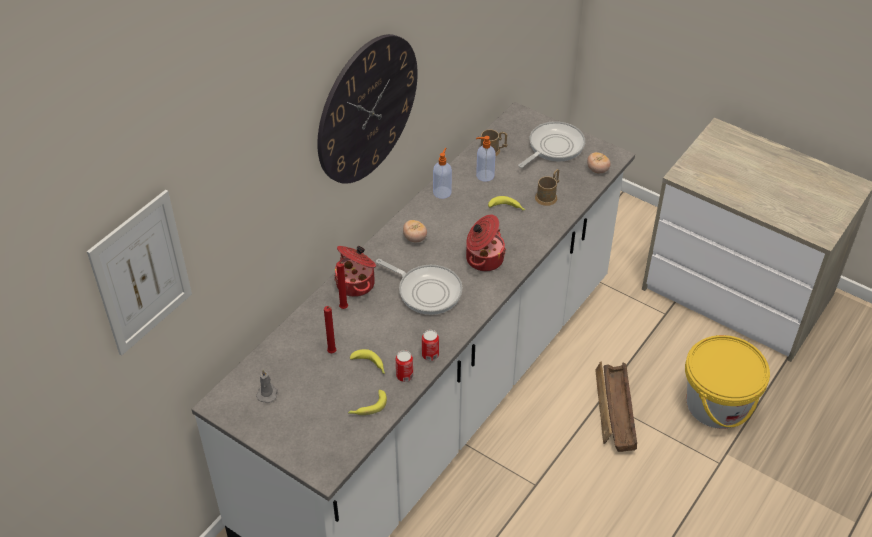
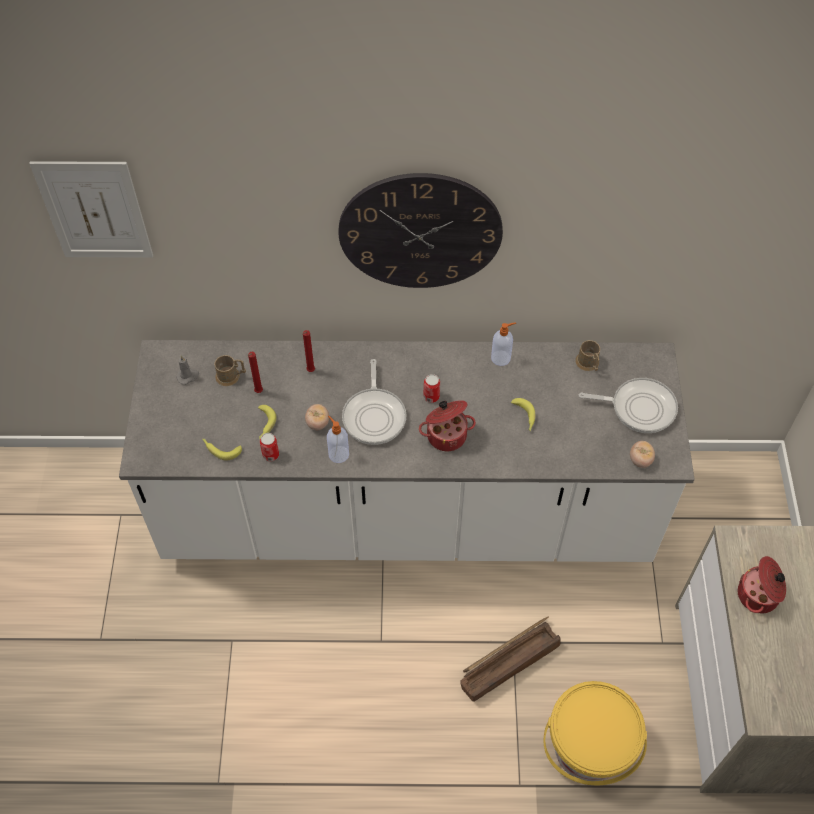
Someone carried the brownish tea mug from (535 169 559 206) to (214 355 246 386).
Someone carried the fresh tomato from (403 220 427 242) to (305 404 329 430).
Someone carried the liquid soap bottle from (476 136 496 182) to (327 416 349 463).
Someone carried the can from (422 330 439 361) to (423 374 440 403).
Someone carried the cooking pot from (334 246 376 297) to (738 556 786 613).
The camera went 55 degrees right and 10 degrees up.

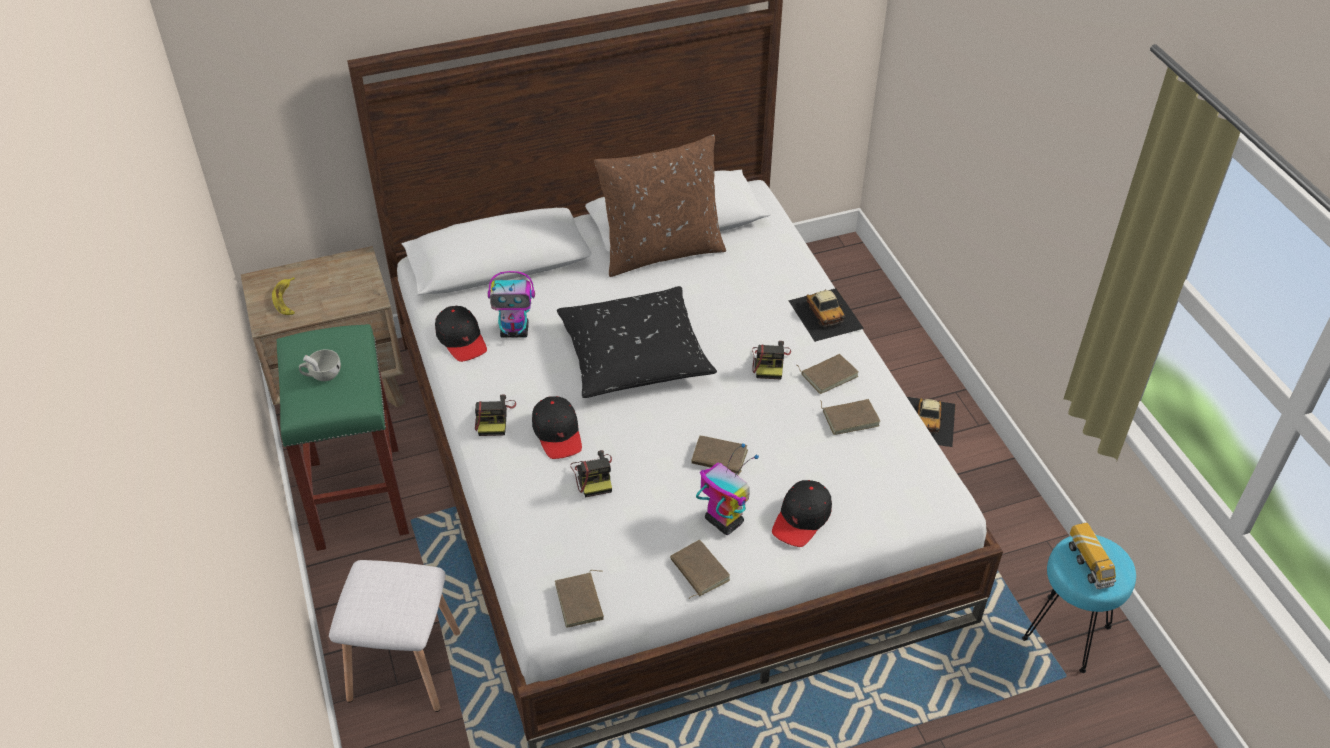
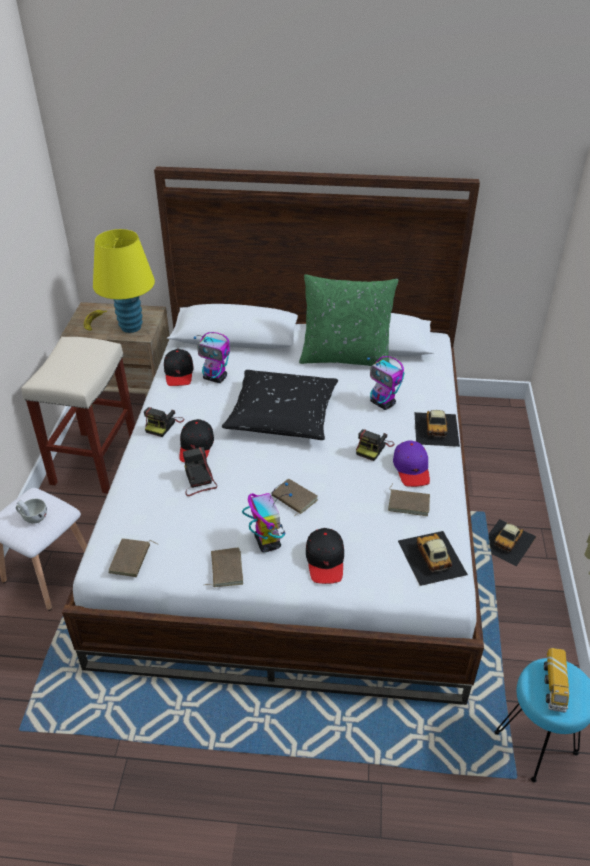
Someone carried the white-coloured drinking cup from (299 349 341 381) to (16 499 47 524).
Someone repainted the greenish stool seat at (276 324 409 551), which became the beige stool seat at (22 337 135 494).
Someone put down the yellowish lamp for a table at (93 229 155 333).
Someone rotated the still camera at (570 450 612 498) by 150 degrees clockwise.
Someone repainted the brownish pillow at (594 135 726 277), which became the greenish pillow at (299 274 398 366).
Someone rotated the black-coloured peaked cap at (772 480 832 547) by 60 degrees counterclockwise.
Someone put down the toy robot at (367 356 404 410).
Someone swapped the brownish volume at (797 354 859 394) for the purplish peaked cap at (393 440 430 487).
Someone put down the model car at (398 531 468 586).
The camera went 25 degrees right and 5 degrees down.

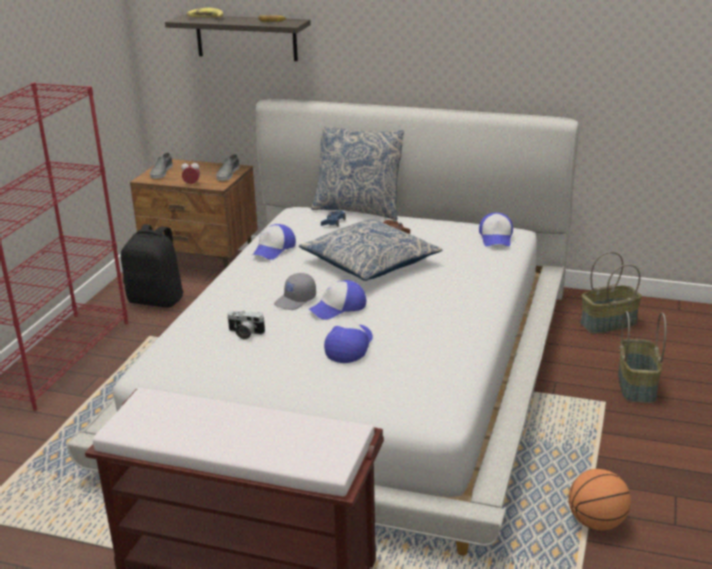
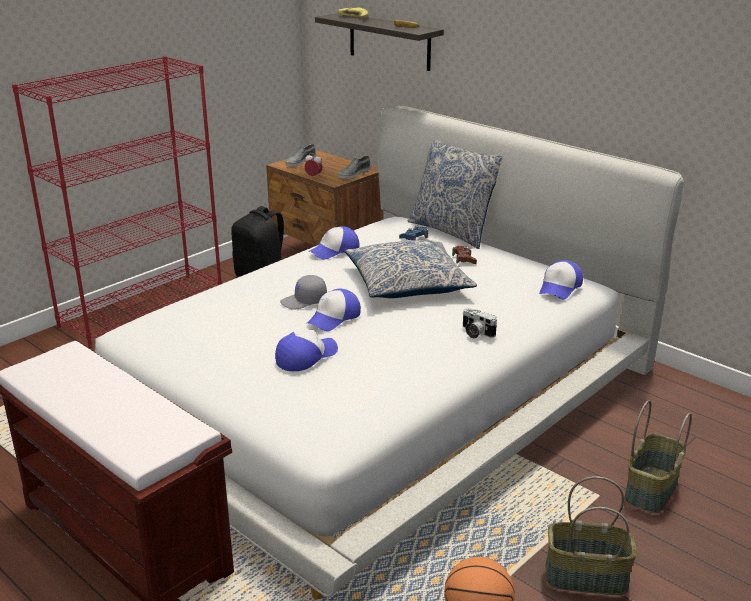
Someone rotated the peaked cap at (308 280 366 320) by 45 degrees counterclockwise.
Someone carried the still camera from (227 311 265 339) to (463 308 497 338).
Someone carried the basket from (580 252 642 334) to (545 476 637 595).
The camera went 25 degrees right and 0 degrees up.

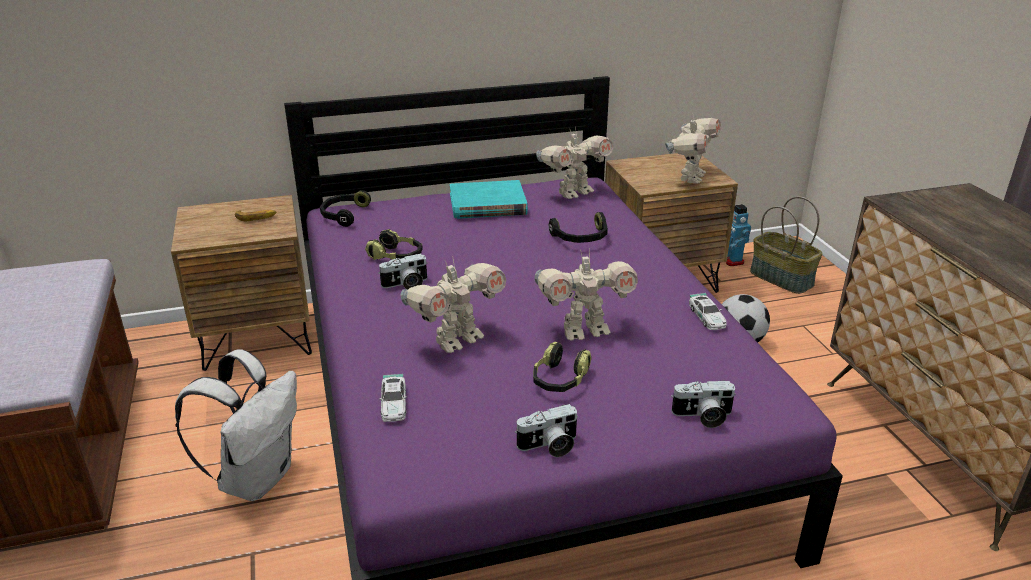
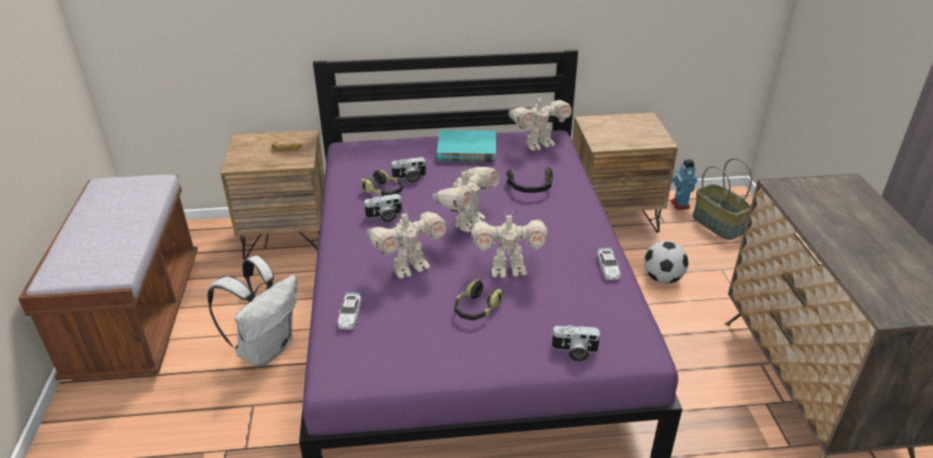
Someone carried the still camera from (515 404 578 457) to (391 157 427 183).
Someone carried the toy robot from (665 115 721 184) to (433 165 500 232).
Someone took away the black-coloured pair of headphones at (320 190 371 227).
The camera went 10 degrees right and 5 degrees up.

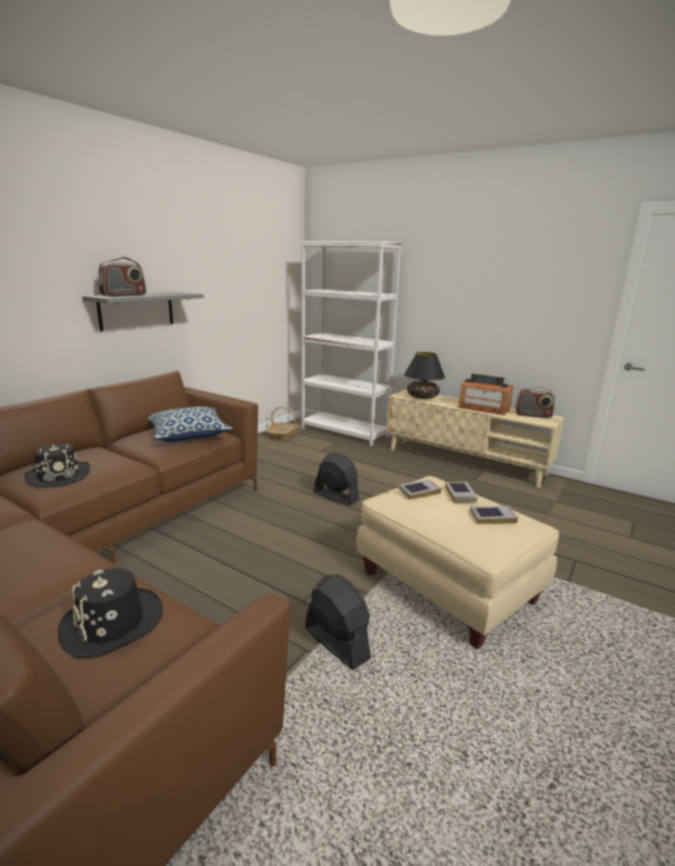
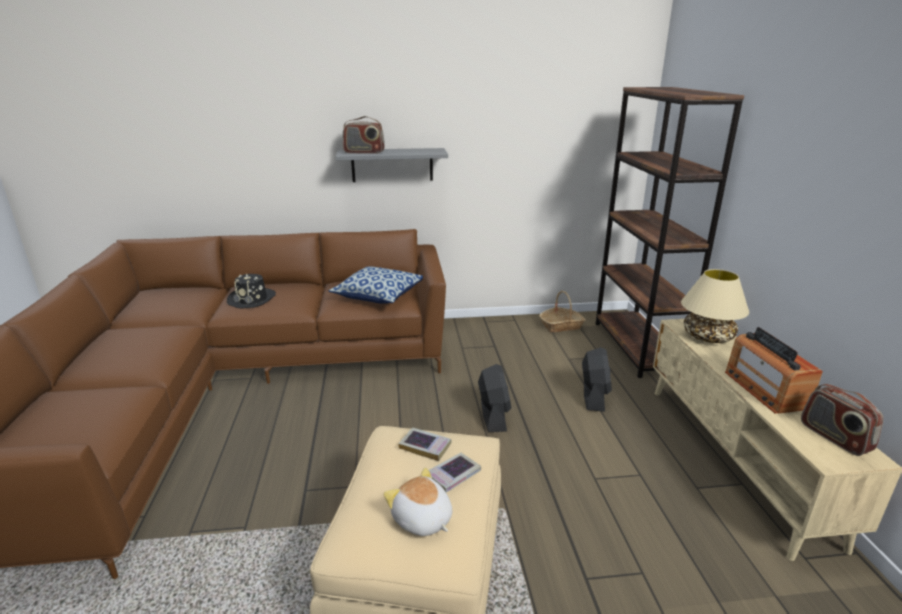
Someone swapped the volume at (470 506 518 524) for the cuddly toy at (383 468 452 536).
Someone carried the black-coloured electric fan from (305 574 371 671) to (582 347 612 412).
Someone repainted the white-coloured shelving unit at (301 241 402 446), which became the brownish shelving unit at (596 87 744 378).
Someone repainted the black-coloured lamp for a table at (404 352 445 399), which became the beige lamp for a table at (681 269 749 343).
Someone took away the black-coloured wearable hat at (58 568 163 659).
The camera went 50 degrees right and 5 degrees up.

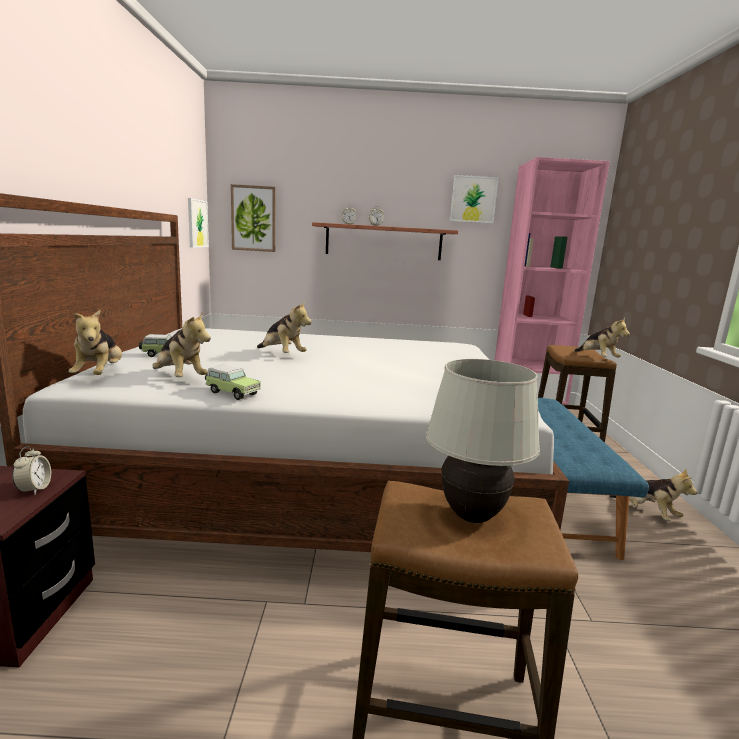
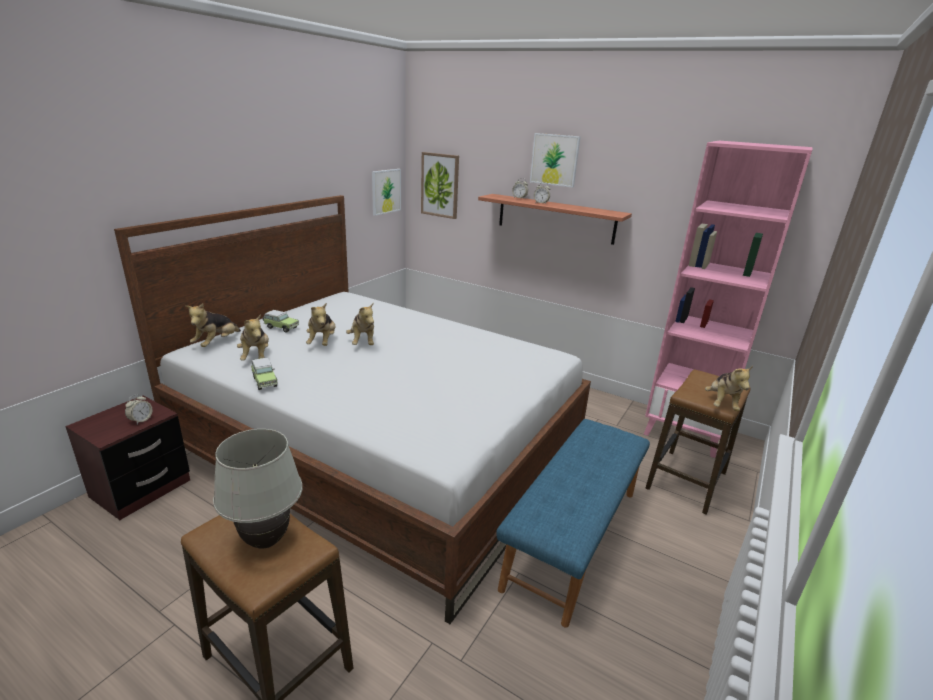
Someone carried the cuddly toy from (609 469 697 521) to (306 302 335 346).
Someone carried the picture from (450 175 499 223) to (530 133 581 188).
The camera went 30 degrees right and 10 degrees up.

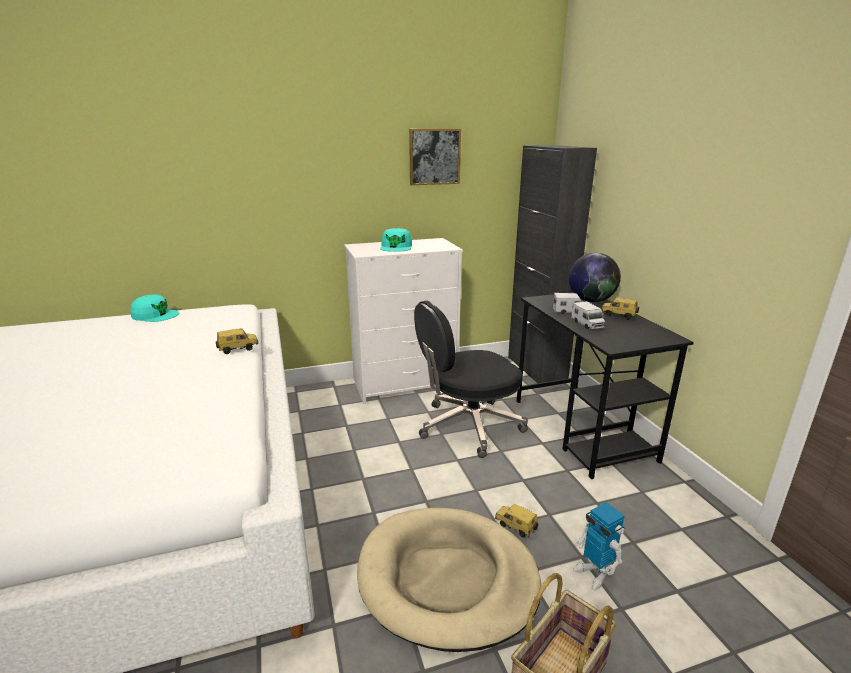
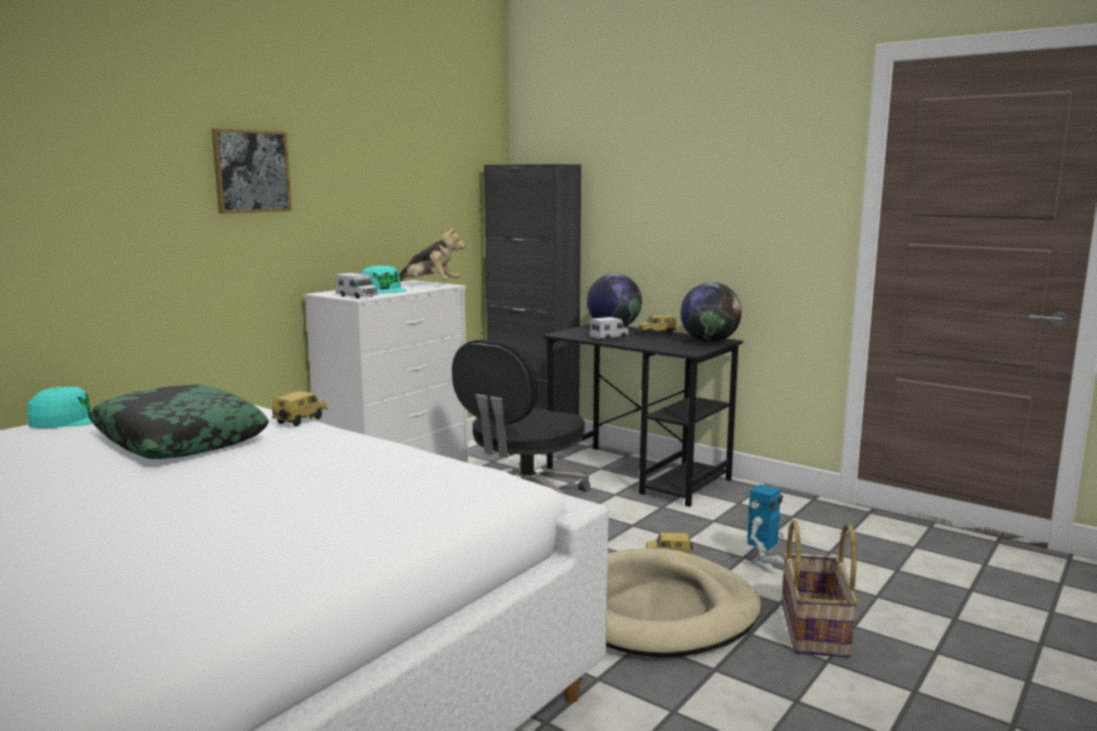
Someone put down the pillow at (89 384 269 459).
Someone carried the picture from (409 129 461 185) to (212 128 292 214).
Someone carried the toy truck from (571 301 605 329) to (335 273 377 299).
Someone put down the cuddly toy at (399 226 466 282).
Someone put down the globe at (680 282 742 343).
Someone rotated the toy robot at (573 502 625 590) by 75 degrees counterclockwise.
The camera went 35 degrees left and 10 degrees down.

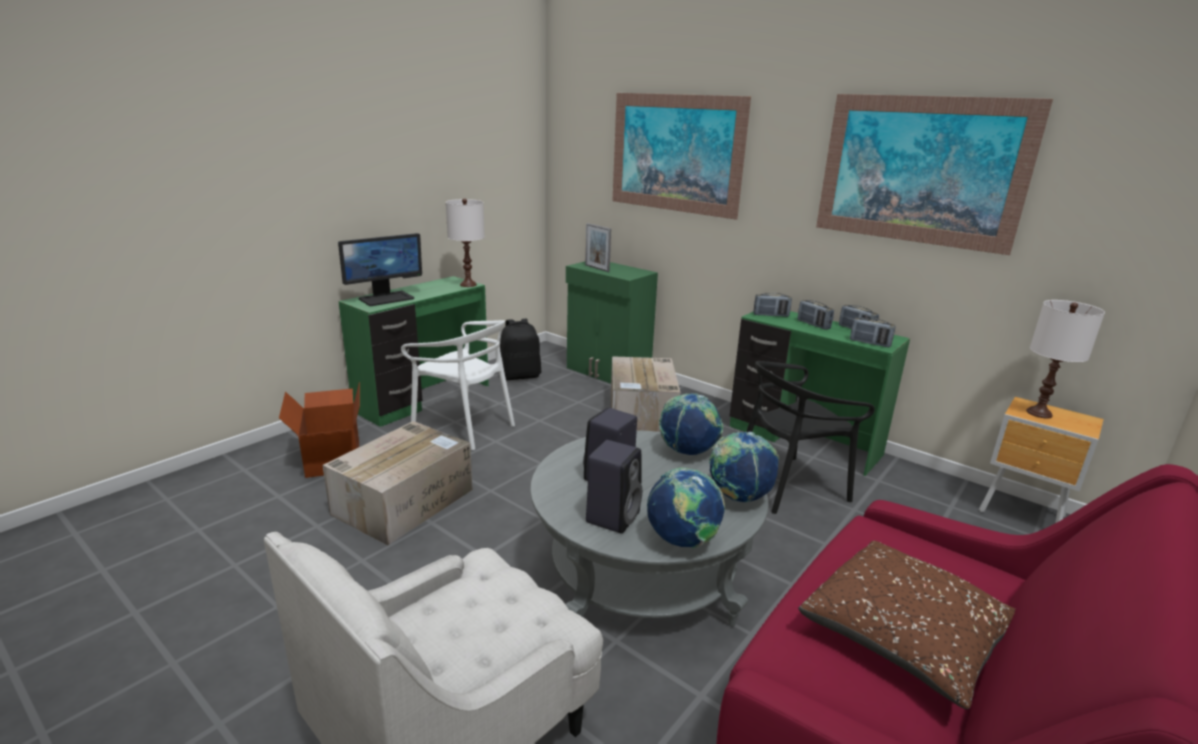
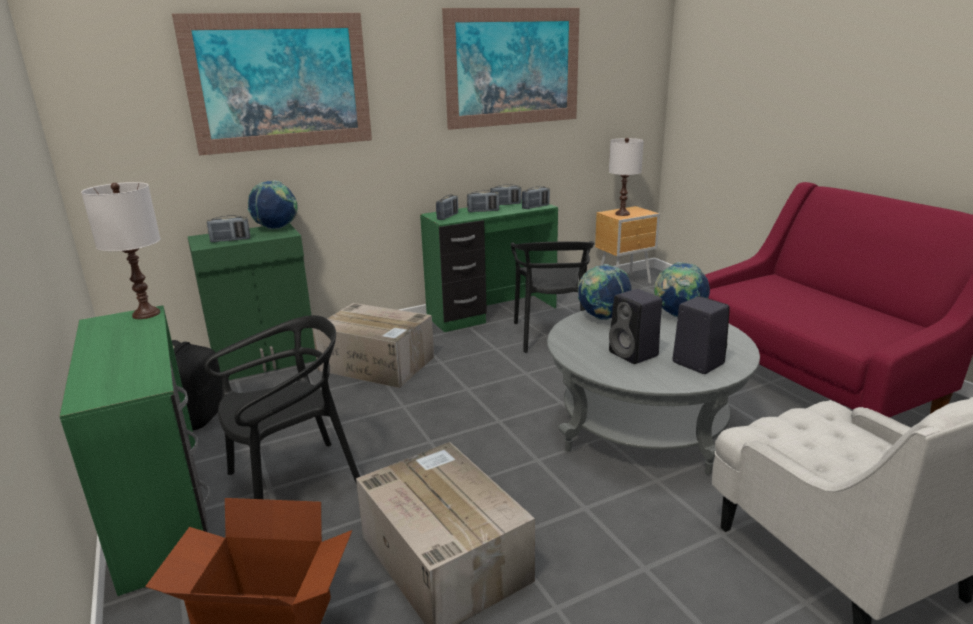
Someone repainted the white-coloured plain chair at (401 320 515 450), which became the black-coloured plain chair at (204 315 360 499).
Someone swapped the standing frame at (585 223 611 272) for the radio receiver at (207 215 250 242).
Someone carried the globe from (647 468 725 548) to (247 181 298 229).
Someone took away the computer screen at (338 233 422 306).
Someone took away the brownish pillow at (798 541 1015 709).
The camera went 65 degrees left and 0 degrees up.

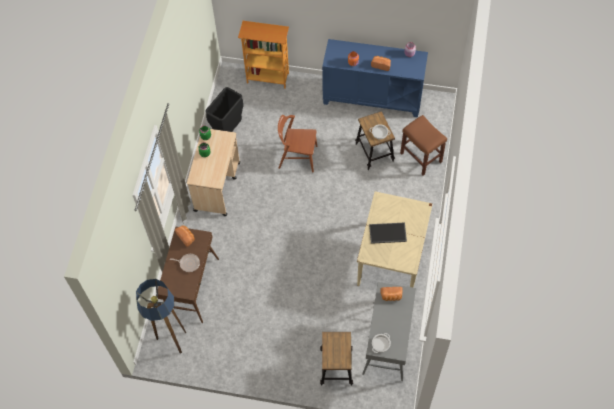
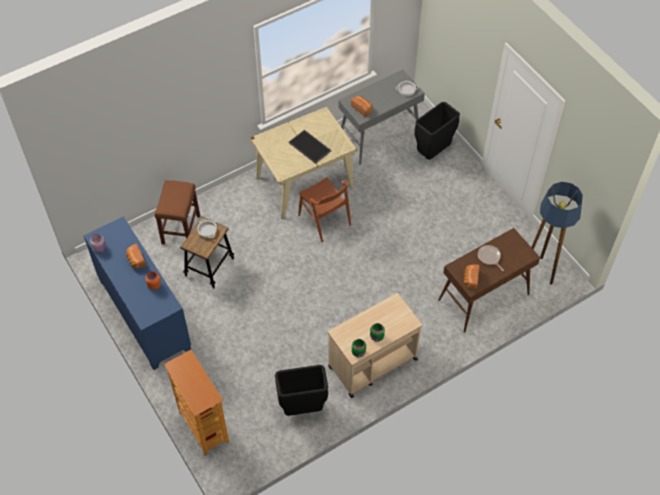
Someone carried the brownish plain chair from (278 115 317 172) to (298 177 351 242).
Someone swapped the stool seat at (320 332 353 386) for the black-coloured rubbish bin at (414 102 460 160).
The camera went 135 degrees left and 5 degrees down.

